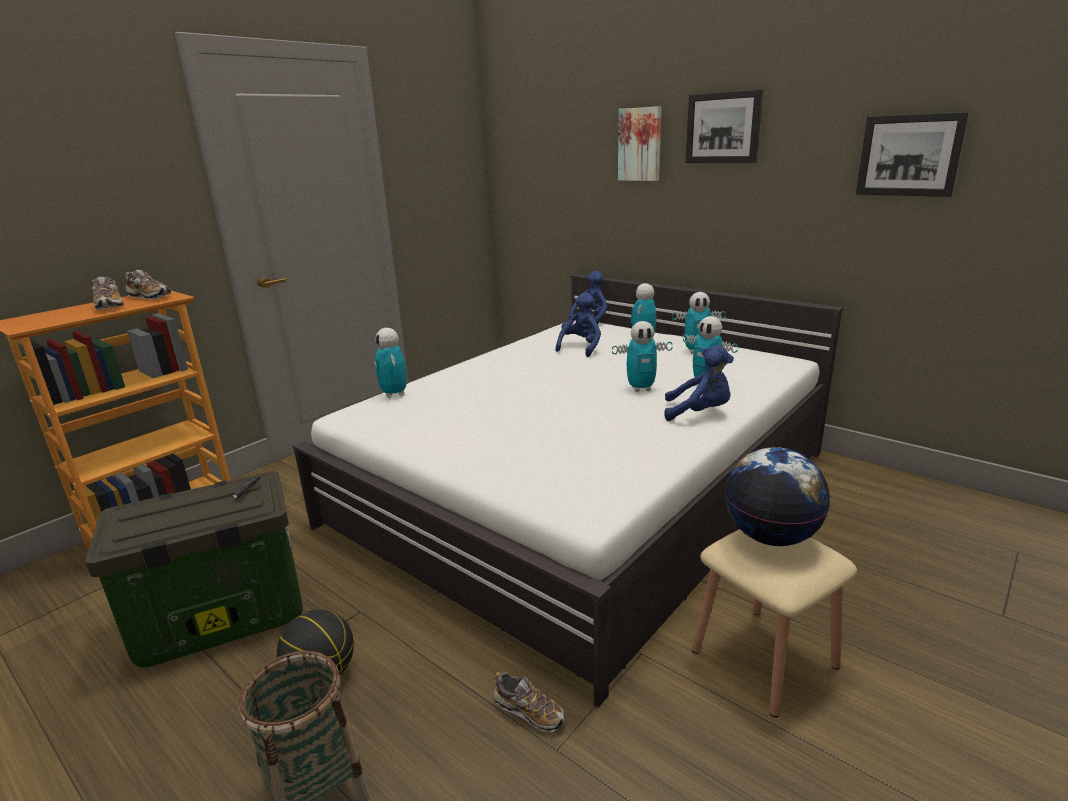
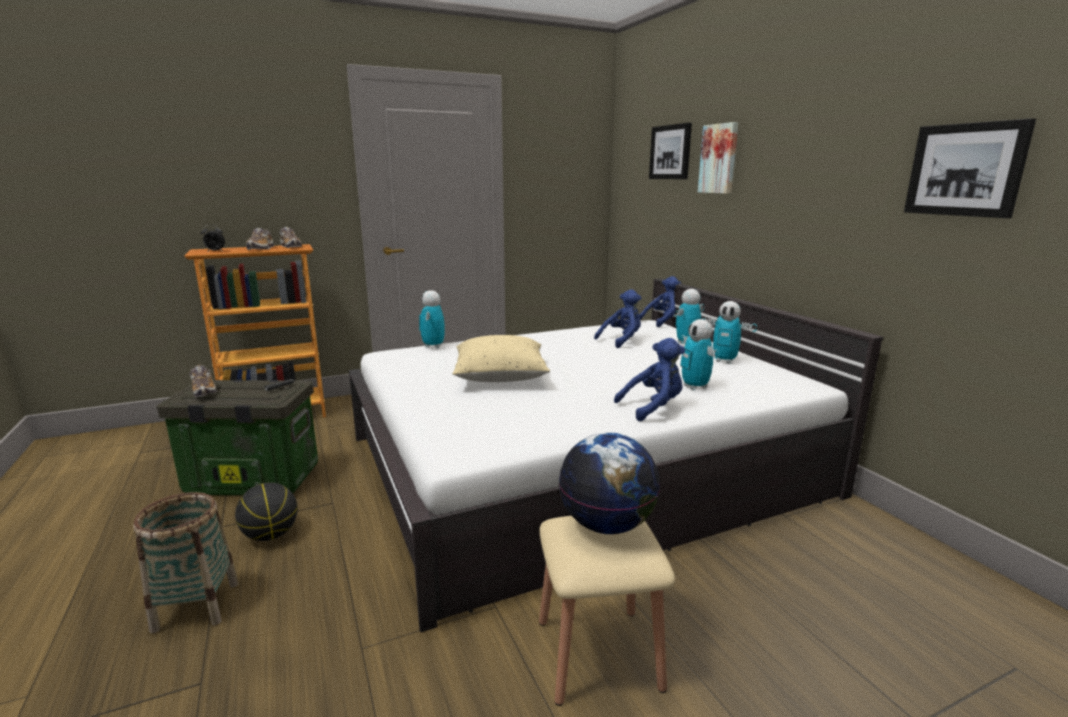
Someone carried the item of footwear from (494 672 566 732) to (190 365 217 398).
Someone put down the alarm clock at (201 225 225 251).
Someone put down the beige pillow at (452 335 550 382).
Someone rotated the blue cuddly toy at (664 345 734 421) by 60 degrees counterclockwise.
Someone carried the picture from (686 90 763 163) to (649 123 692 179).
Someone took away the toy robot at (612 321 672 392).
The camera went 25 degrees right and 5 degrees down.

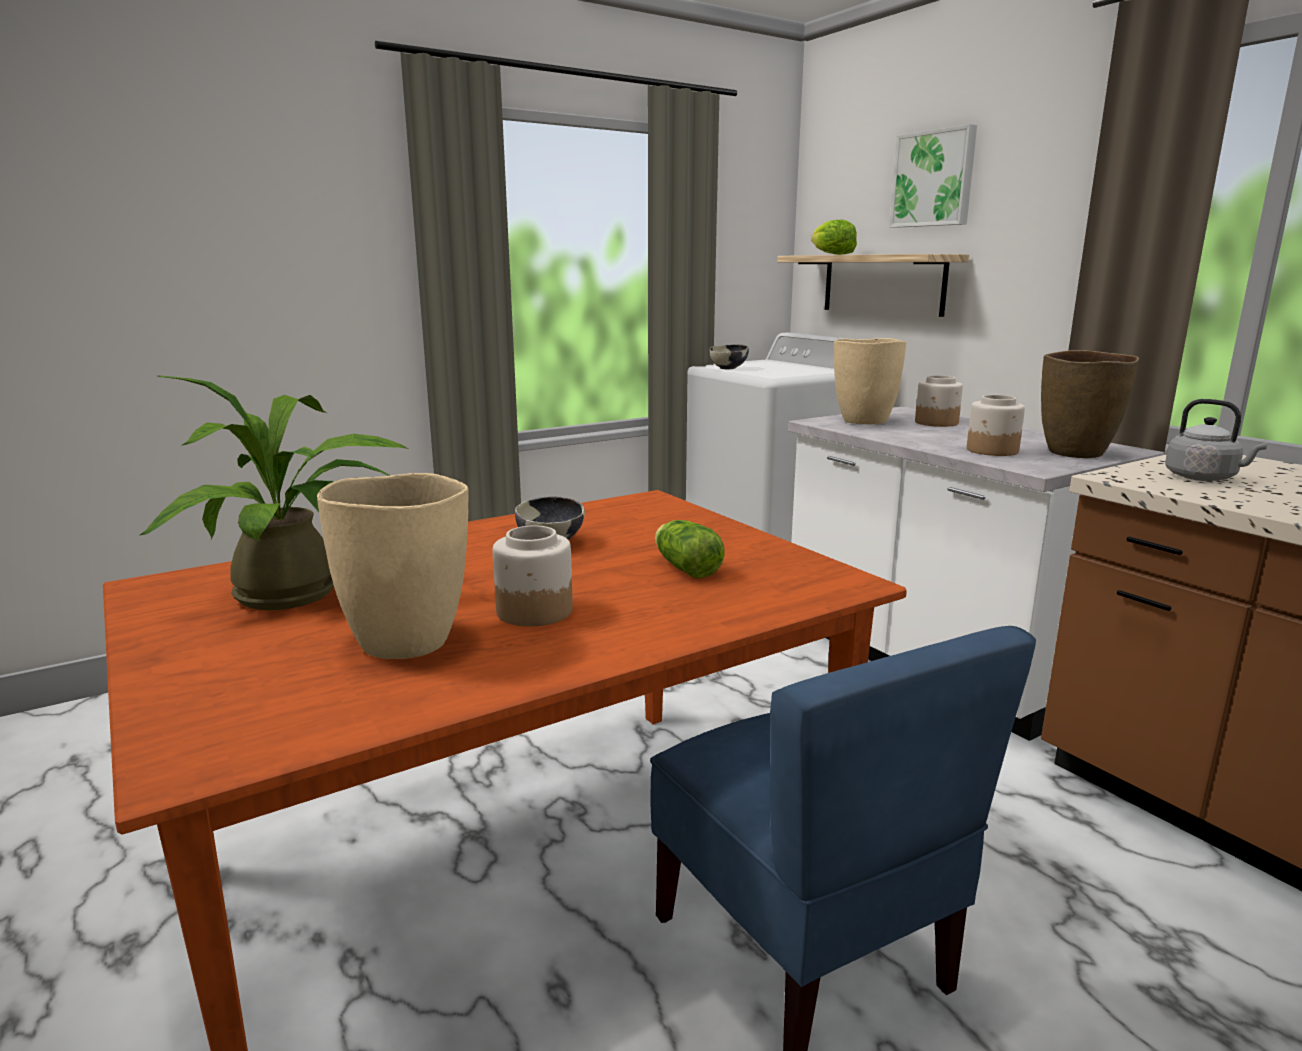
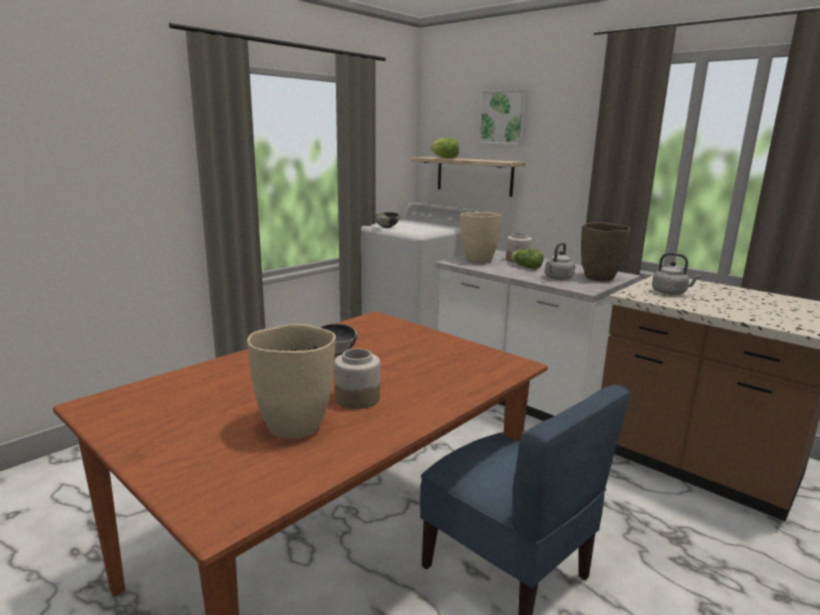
Someone carried the head of lettuce from (655 520 725 578) to (511 249 544 269).
Someone swapped the jar at (967 395 1025 456) for the grey tea kettle at (545 243 575 280).
Someone took away the houseplant at (140 375 408 610).
The camera went 15 degrees left and 0 degrees up.

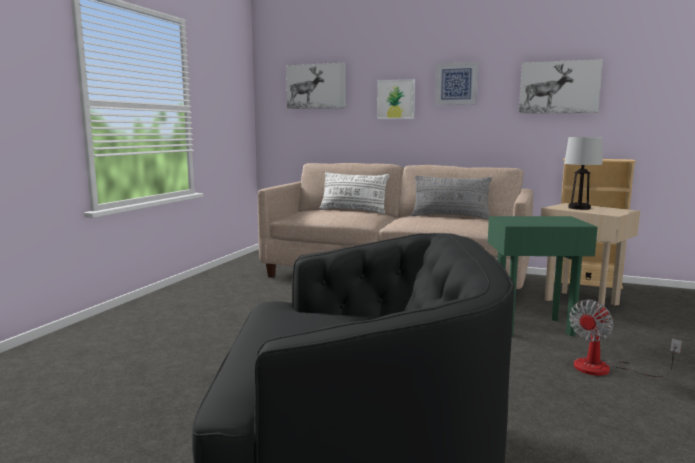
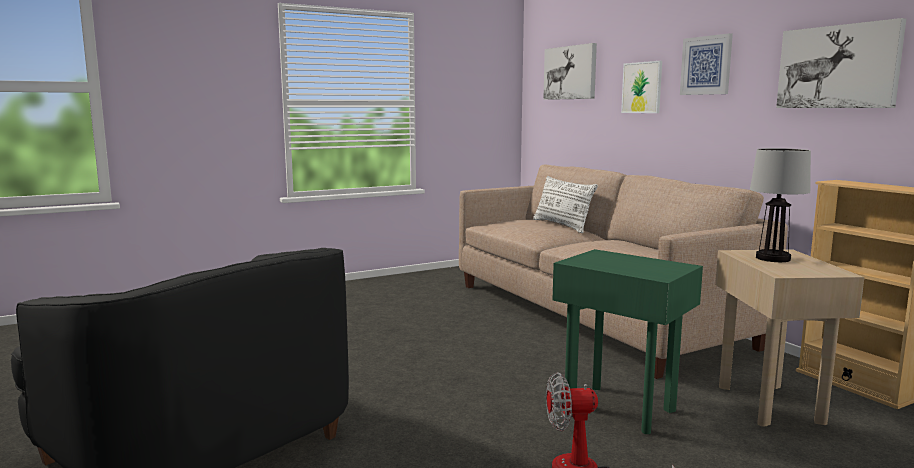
Someone took away the grey pillow at (412 175 492 219).
The camera went 40 degrees right and 0 degrees up.

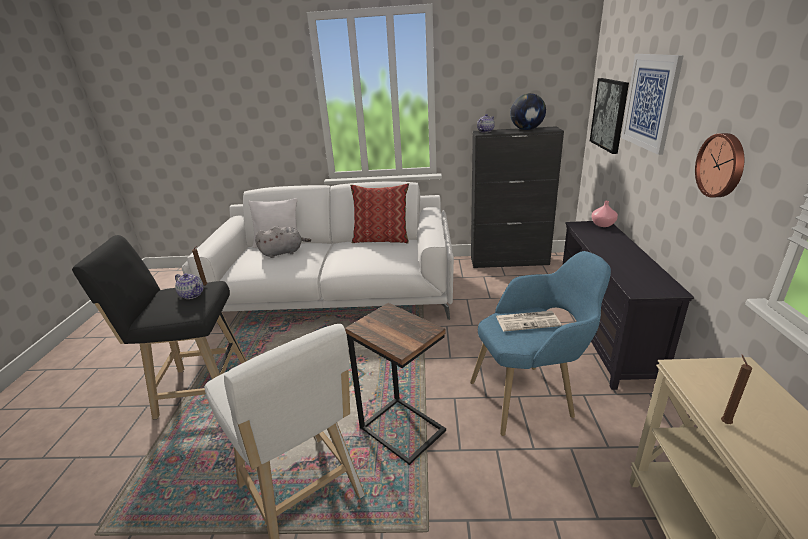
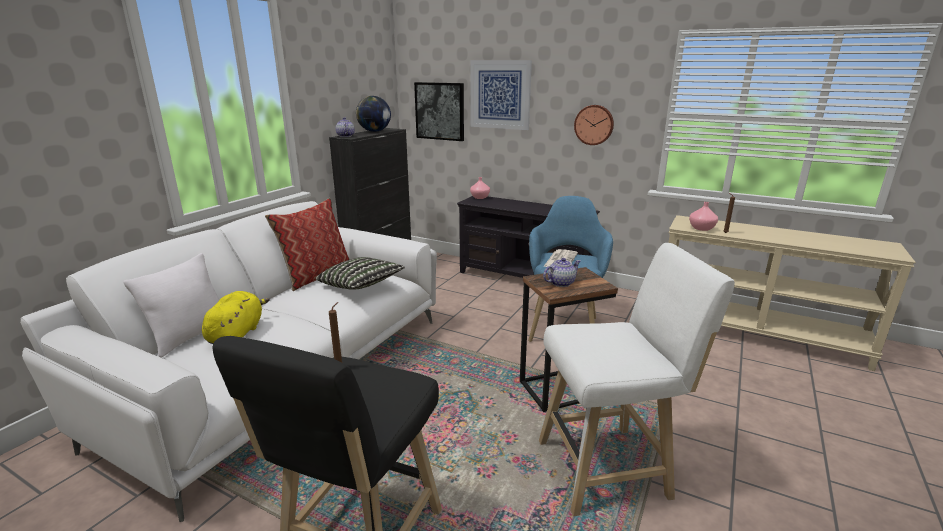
Someone repainted the grey cuddly toy at (255 226 311 258), which became the yellowish cuddly toy at (202 291 270 344).
Someone put down the pillow at (316 257 405 290).
Someone carried the tea pot from (175 273 204 299) to (543 258 581 287).
Someone put down the pink-coloured decorative vase at (689 202 718 231).
The camera went 65 degrees left and 5 degrees down.

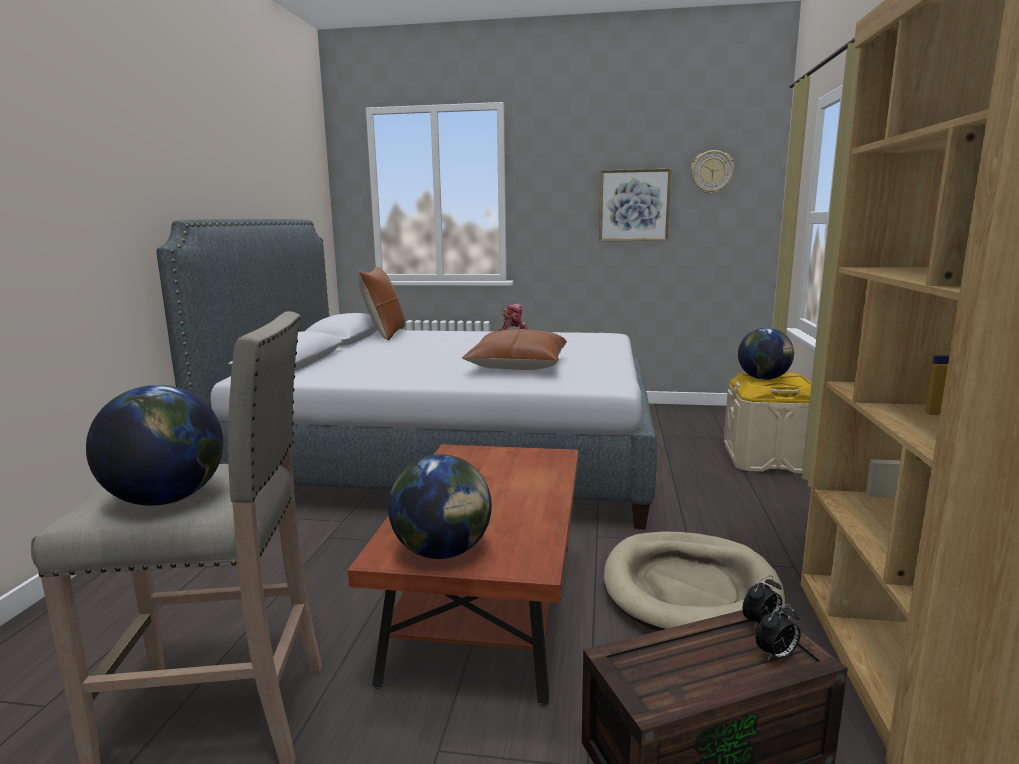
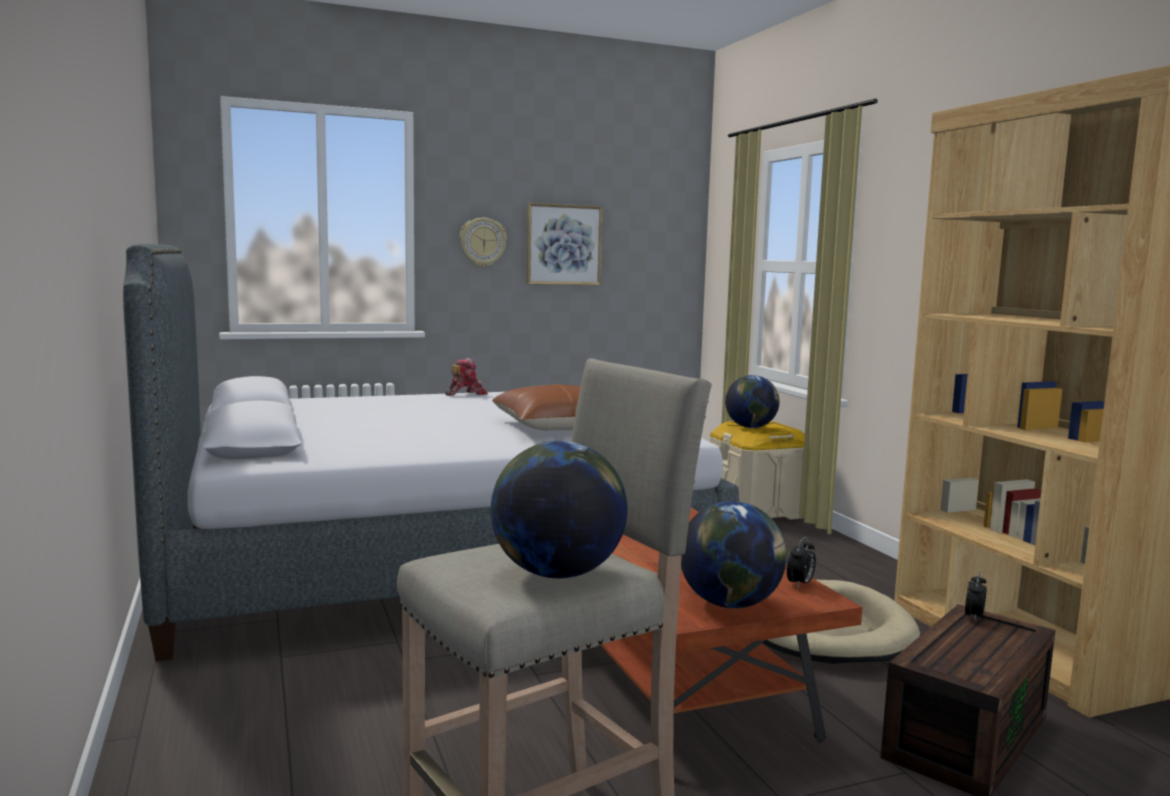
Someone carried the wall clock from (691 150 734 194) to (460 218 507 267).
Someone carried the alarm clock from (756 604 800 660) to (787 537 816 588).
Someone took away the brownish pillow at (359 266 405 340).
The camera went 30 degrees left and 5 degrees down.

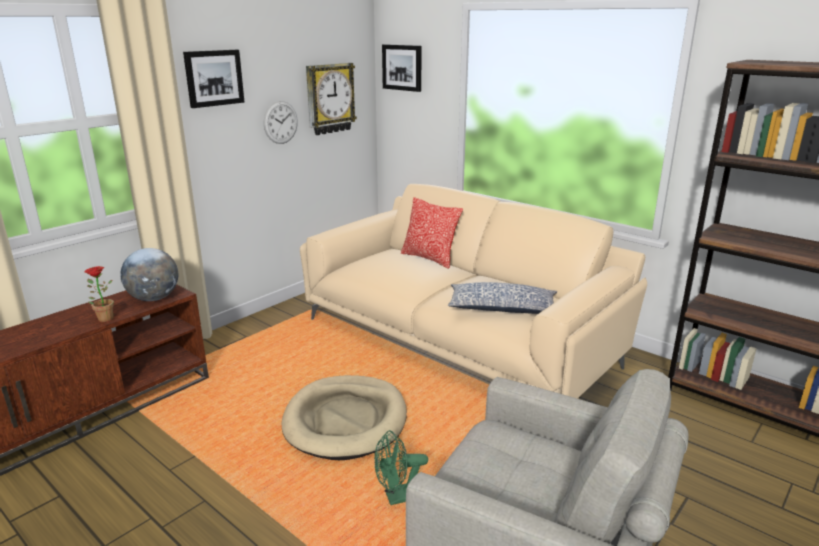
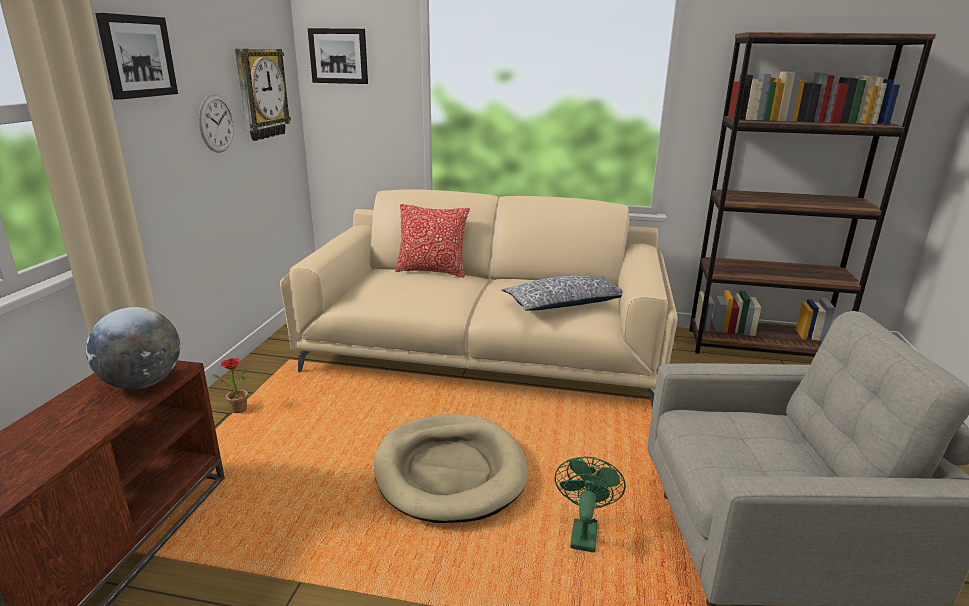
Someone carried the houseplant from (85 266 114 322) to (212 358 248 413).
Someone rotated the greenish electric fan at (374 430 428 505) by 150 degrees clockwise.
The camera went 30 degrees left and 0 degrees up.

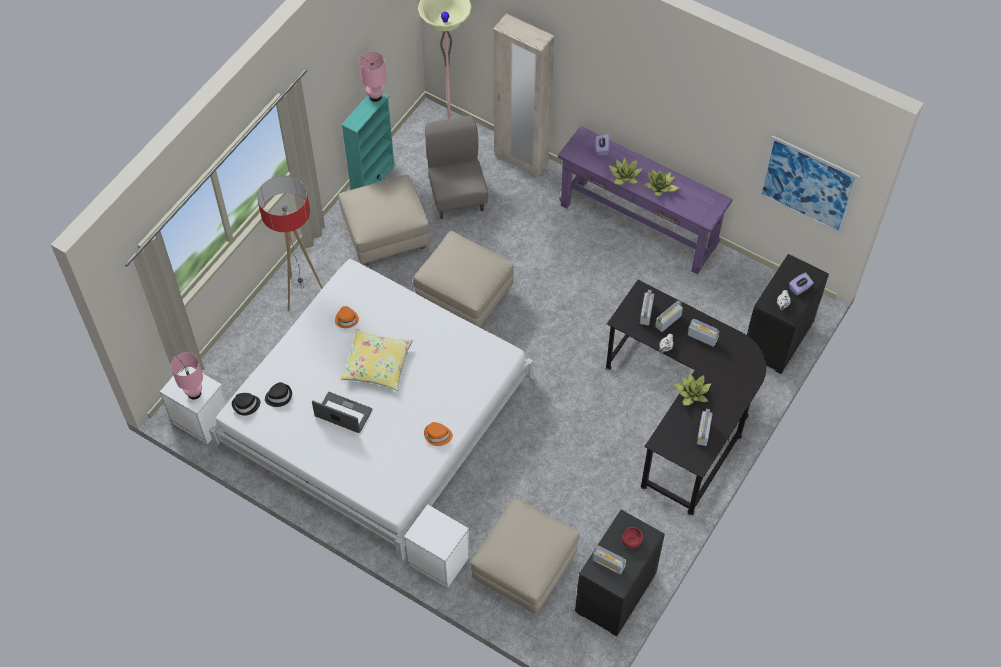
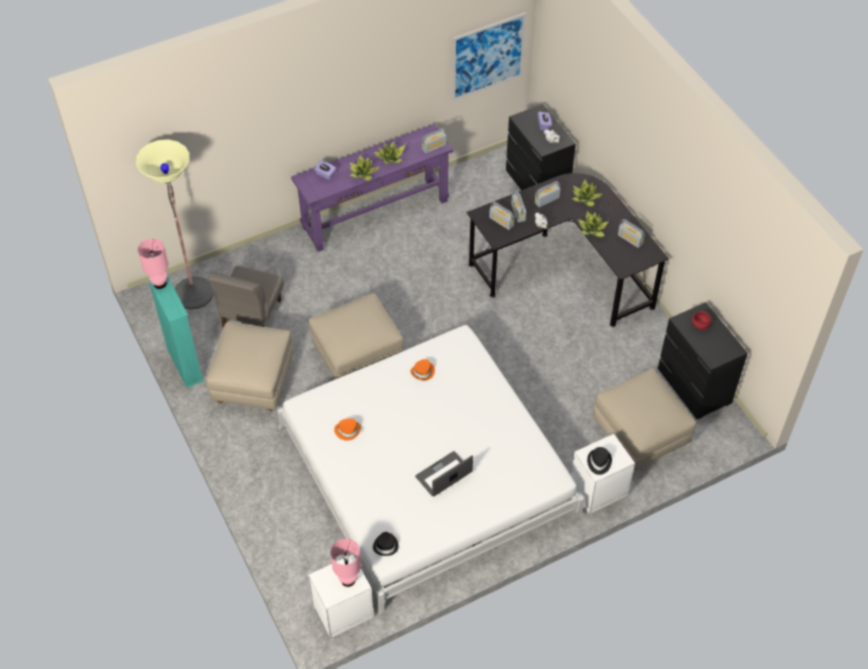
Someone rotated the grey plain chair at (425 115 488 219) by 90 degrees counterclockwise.
Someone carried the orange wearable hat from (424 422 453 446) to (411 359 435 381).
Someone carried the radio receiver from (593 545 626 575) to (422 128 447 153).
Someone put down the houseplant at (572 180 602 207).
Someone carried the black-coloured wearable hat from (265 382 292 407) to (587 447 612 475).
Someone took away the standing lamp at (257 176 323 310).
Someone took away the yellowish pillow at (341 329 413 391).
Someone took away the beige clothes cupboard at (493 13 554 176).
The camera went 60 degrees left and 5 degrees down.

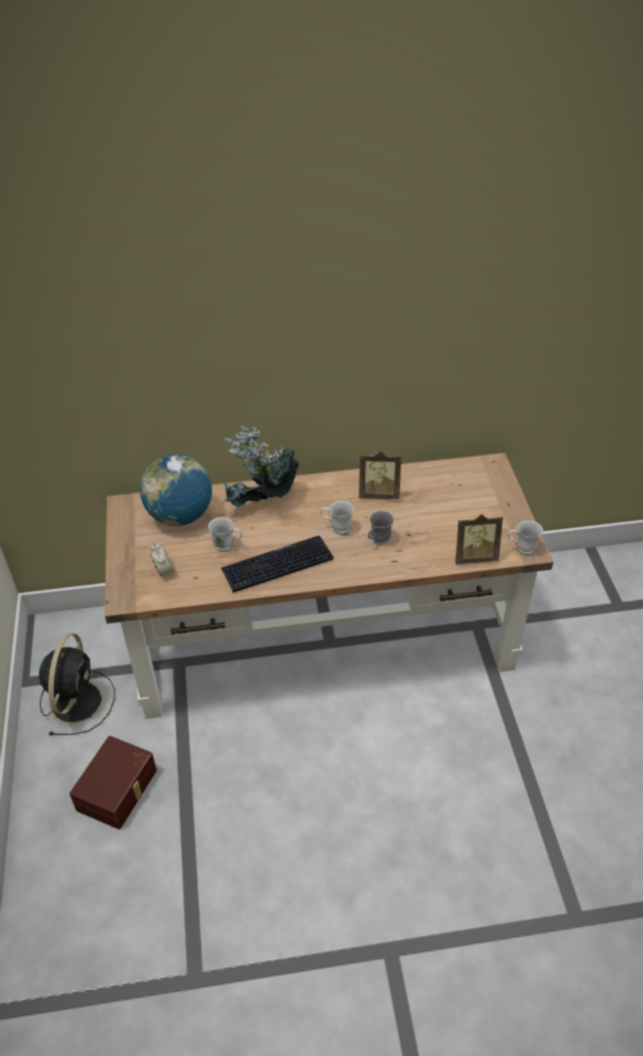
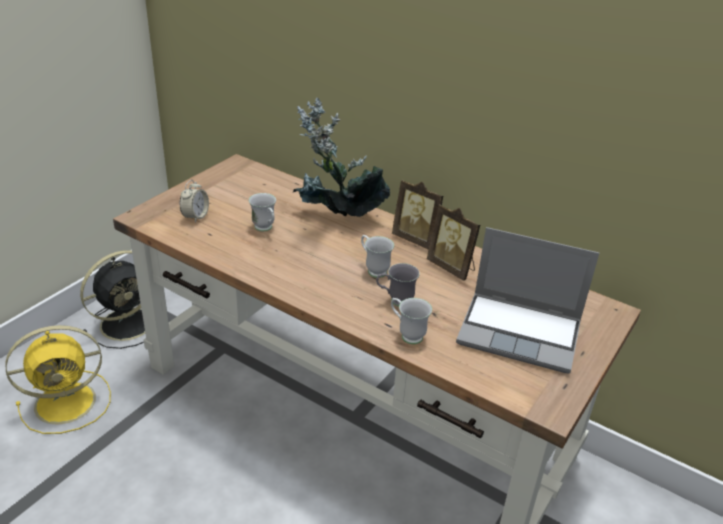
Someone swapped the brownish storage container at (70 736 157 829) for the yellowish electric fan at (5 325 111 434).
Someone carried the white-coloured tea mug from (507 520 543 555) to (391 298 432 344).
Someone carried the standing frame from (456 514 503 564) to (392 180 443 249).
Someone put down the portable computer at (456 227 599 373).
Someone took away the globe at (140 455 212 526).
Someone took away the PC keyboard at (221 536 334 593).
The camera went 40 degrees right and 10 degrees down.

